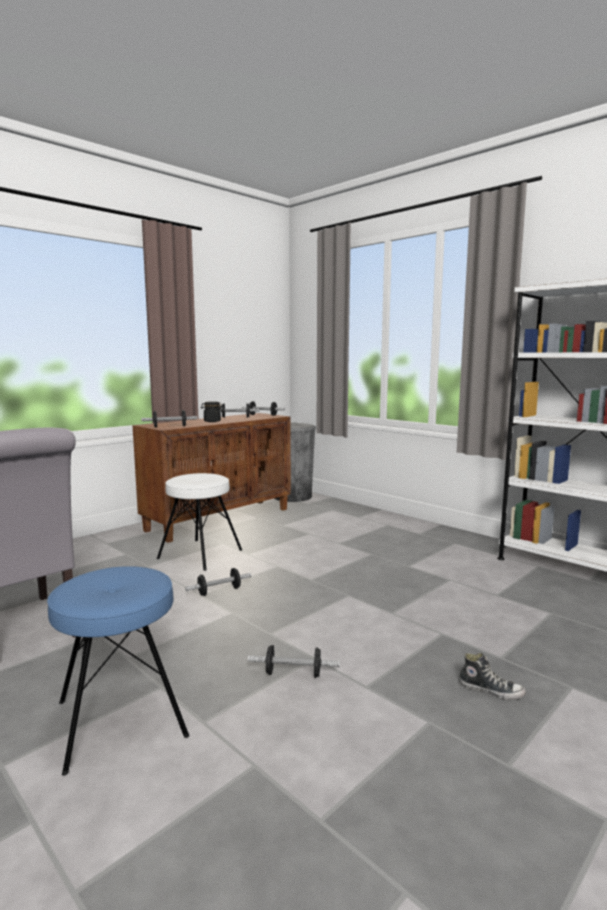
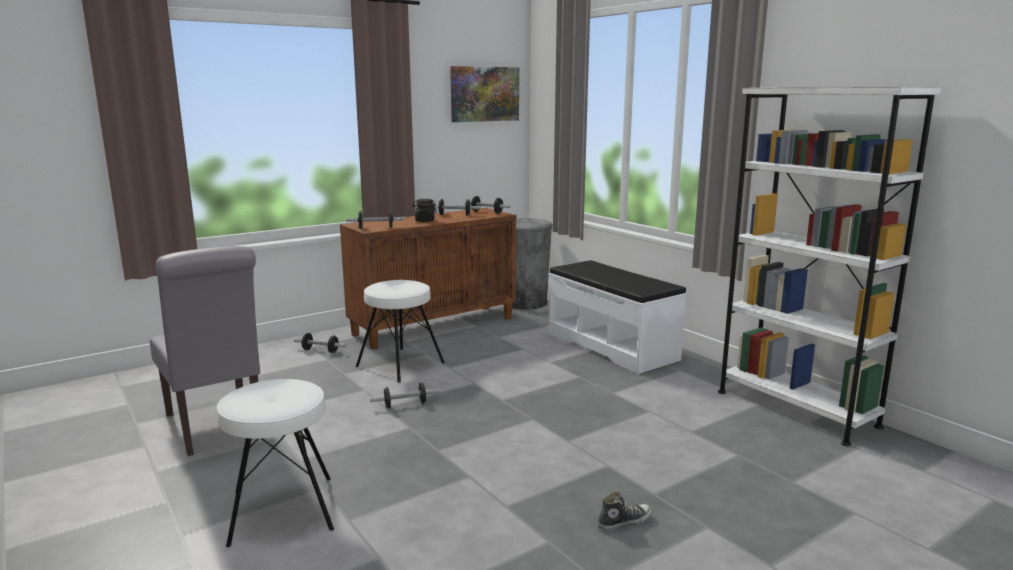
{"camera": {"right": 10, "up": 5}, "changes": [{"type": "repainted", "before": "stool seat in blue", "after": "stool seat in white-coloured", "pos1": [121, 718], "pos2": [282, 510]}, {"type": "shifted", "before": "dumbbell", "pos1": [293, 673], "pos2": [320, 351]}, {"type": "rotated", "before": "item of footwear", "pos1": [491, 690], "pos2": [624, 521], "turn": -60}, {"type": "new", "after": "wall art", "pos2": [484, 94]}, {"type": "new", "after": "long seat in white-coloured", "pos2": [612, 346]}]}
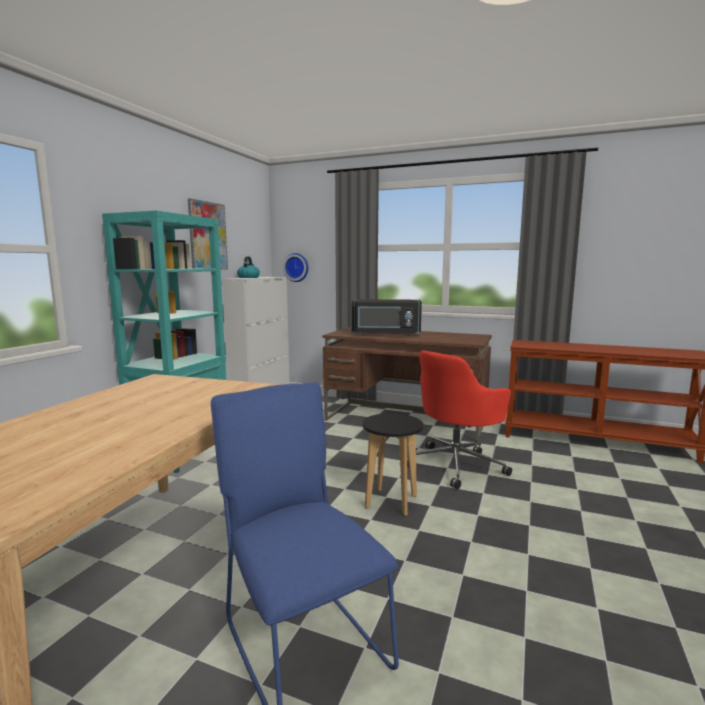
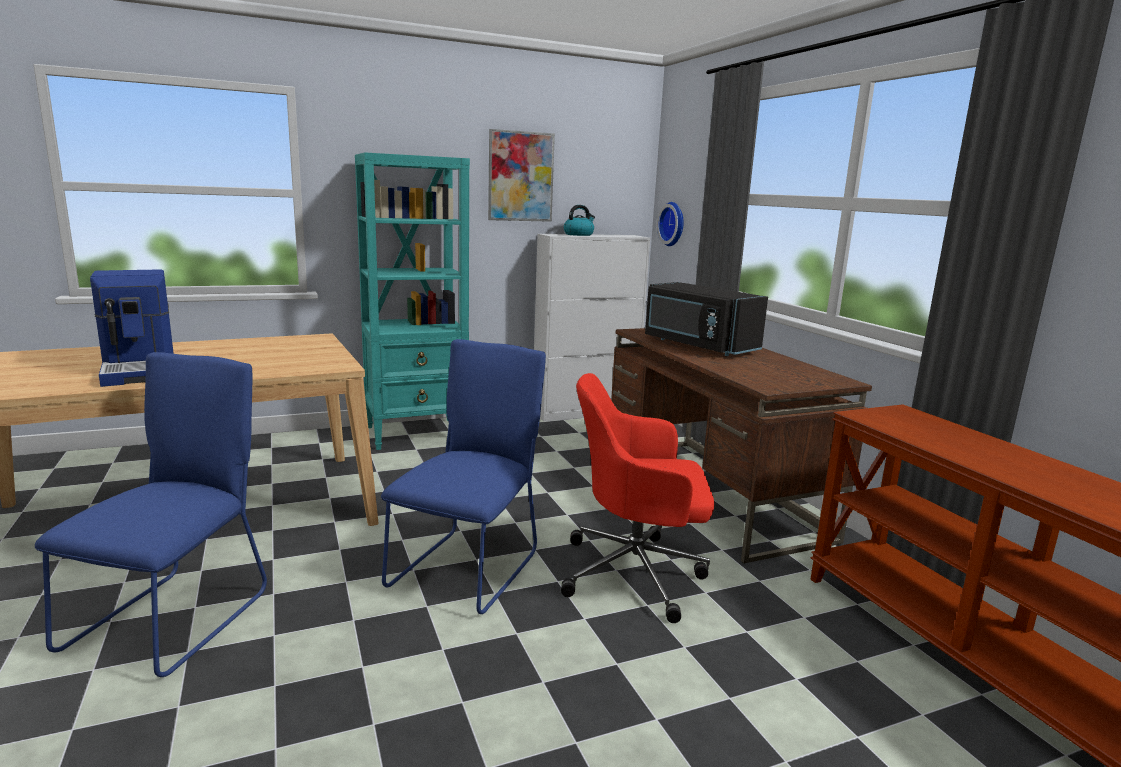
{"camera": {"right": 45, "up": 5}, "changes": [{"type": "swapped", "before": "stool seat in black-coloured", "after": "upright chair in blue", "pos1": [391, 501], "pos2": [469, 566]}, {"type": "new", "after": "coffee maker", "pos2": [142, 369]}]}
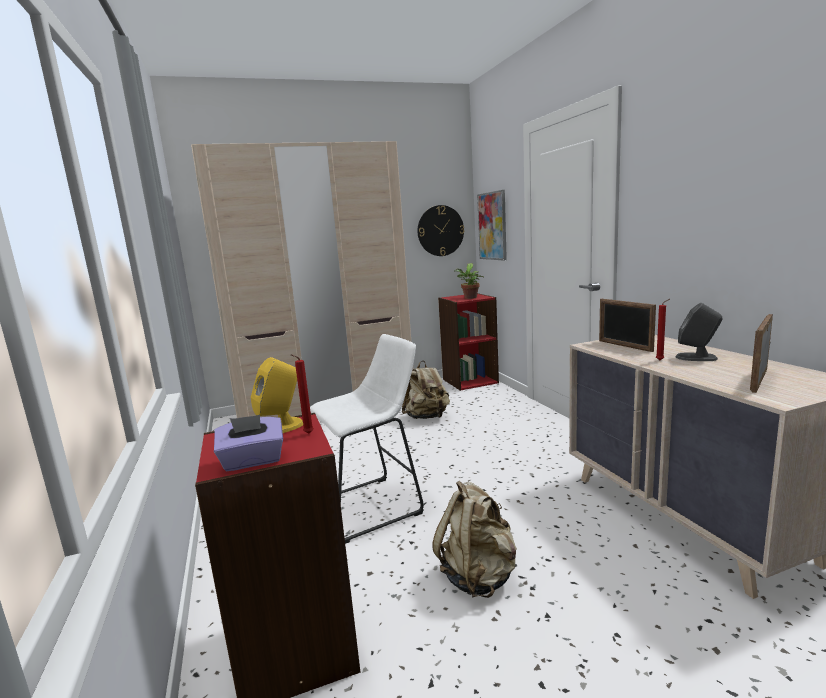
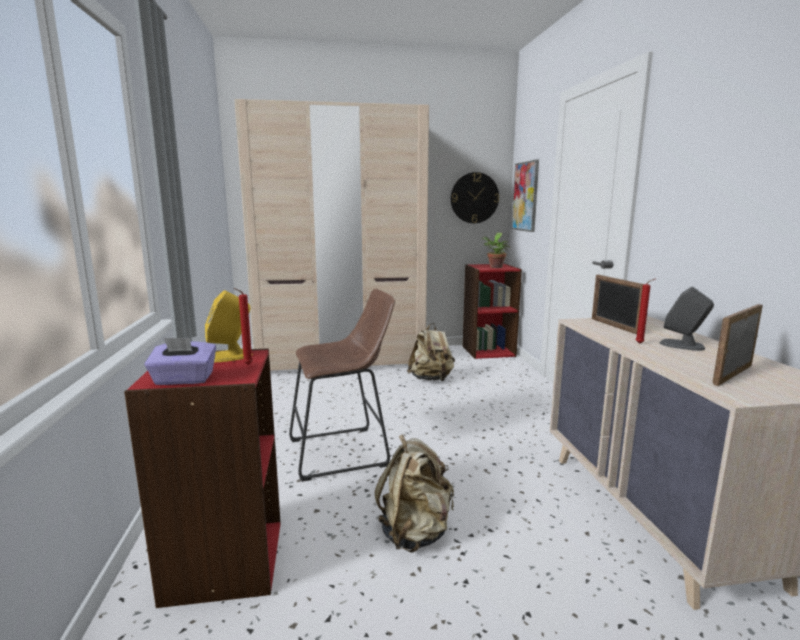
{"camera": {"right": 10, "up": 0}, "changes": [{"type": "repainted", "before": "stool seat in white-coloured", "after": "stool seat in brownish", "pos1": [372, 506], "pos2": [344, 452]}]}
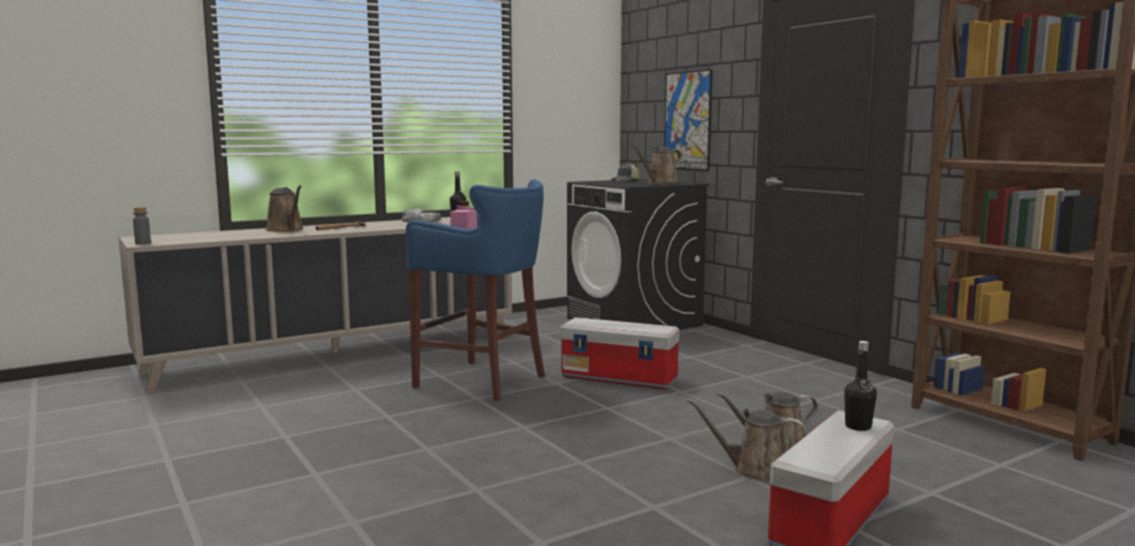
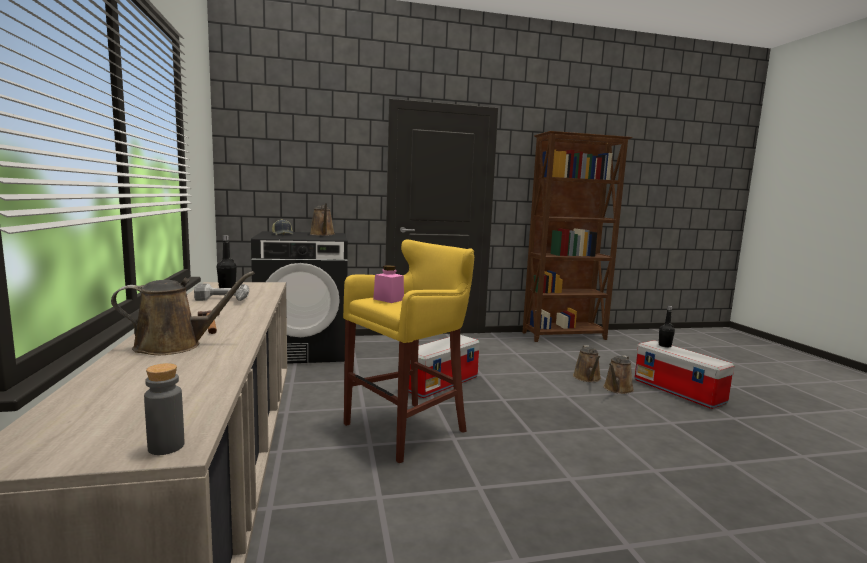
{"camera": {"right": -70, "up": 0}, "changes": [{"type": "repainted", "before": "stool seat in blue", "after": "stool seat in yellow", "pos1": [484, 381], "pos2": [408, 428]}, {"type": "gone", "before": "wall art", "pos1": [687, 121]}]}
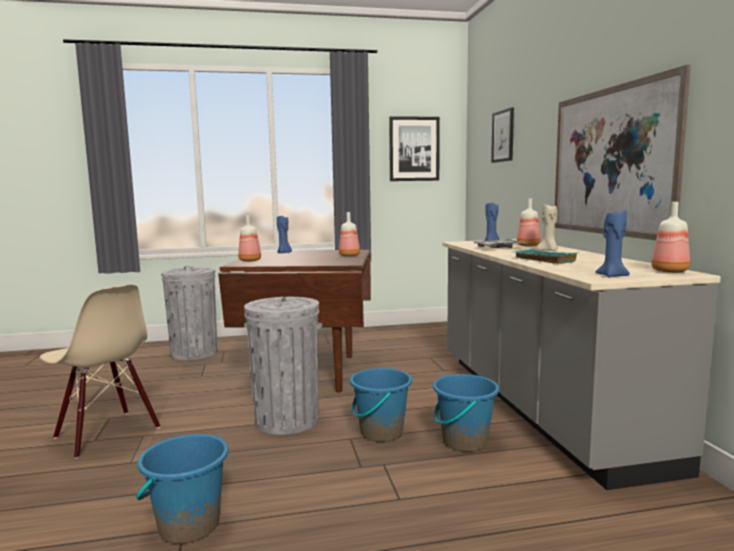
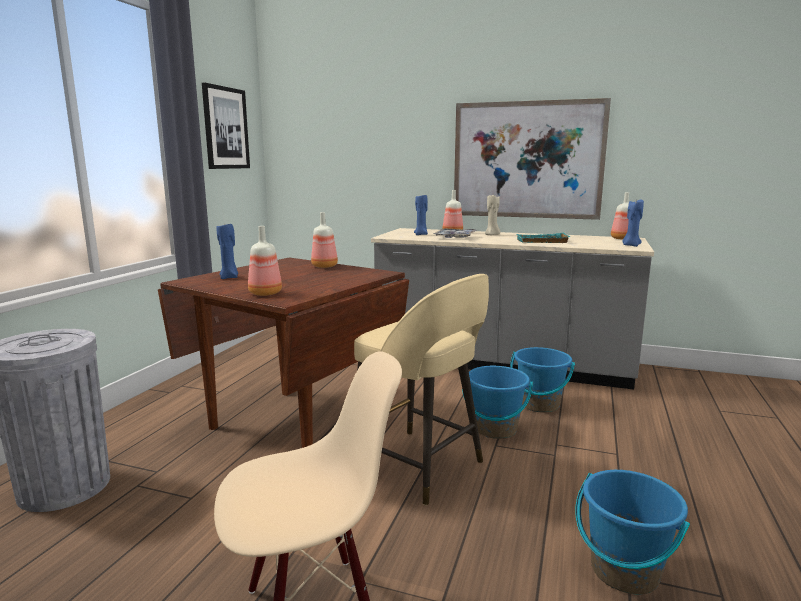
{"camera": {"right": -60, "up": 5}, "changes": [{"type": "swapped", "before": "waste bin in gray", "after": "stool seat in beige-coloured", "pos1": [286, 420], "pos2": [420, 466]}, {"type": "gone", "before": "wall art", "pos1": [503, 136]}]}
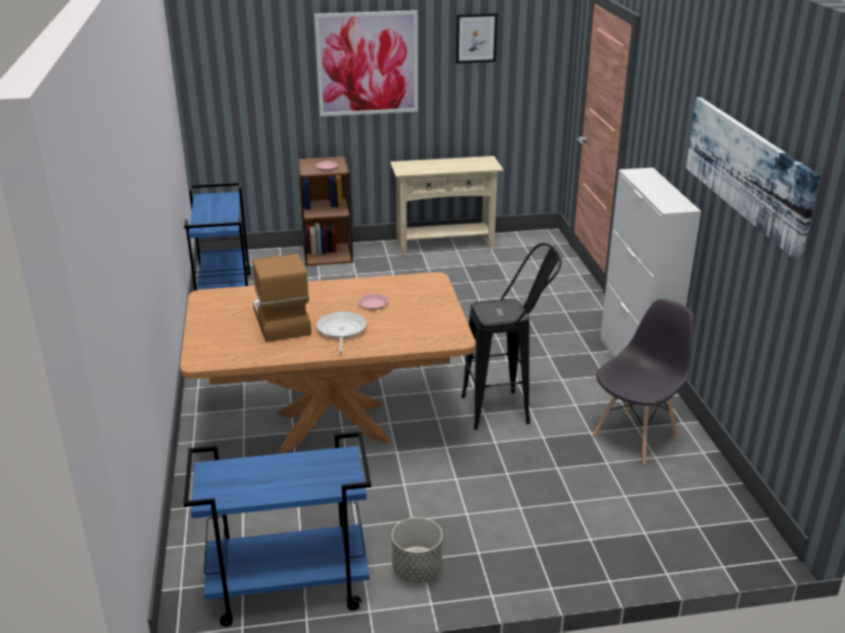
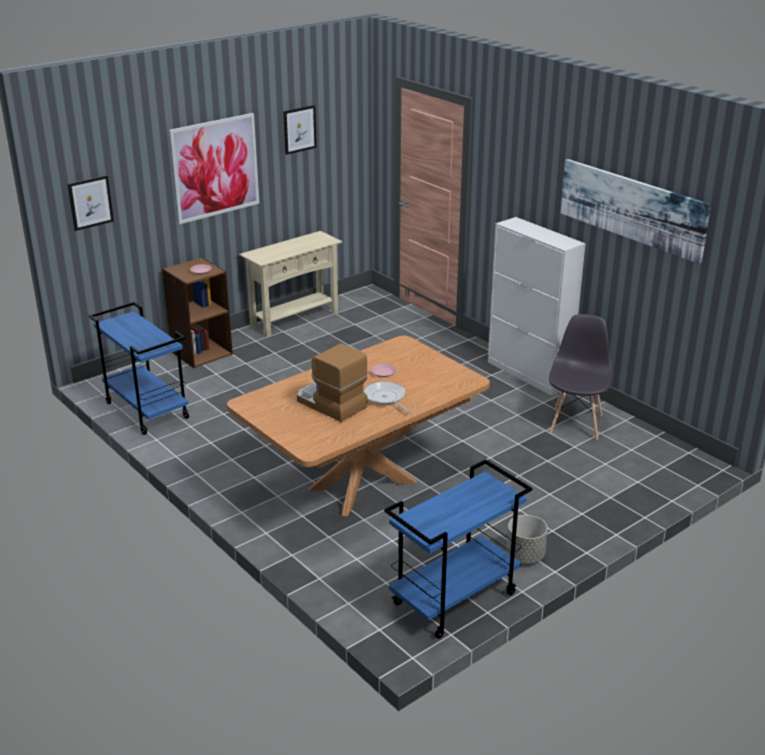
{"camera": {"right": -30, "up": 0}, "changes": [{"type": "gone", "before": "stool seat in black-coloured", "pos1": [507, 409]}, {"type": "new", "after": "wall art", "pos2": [90, 202]}]}
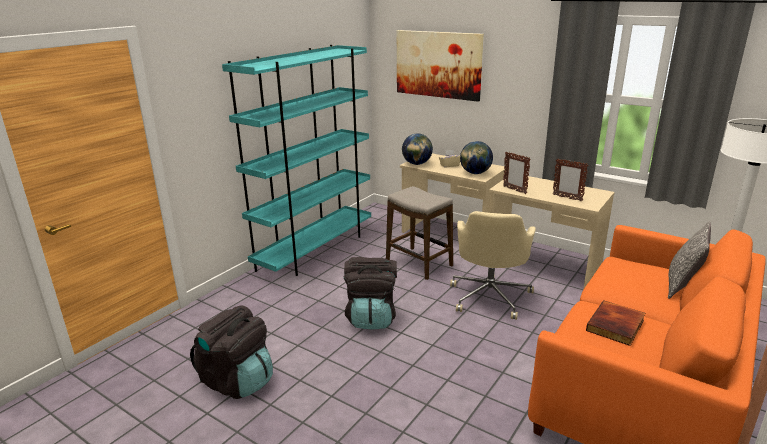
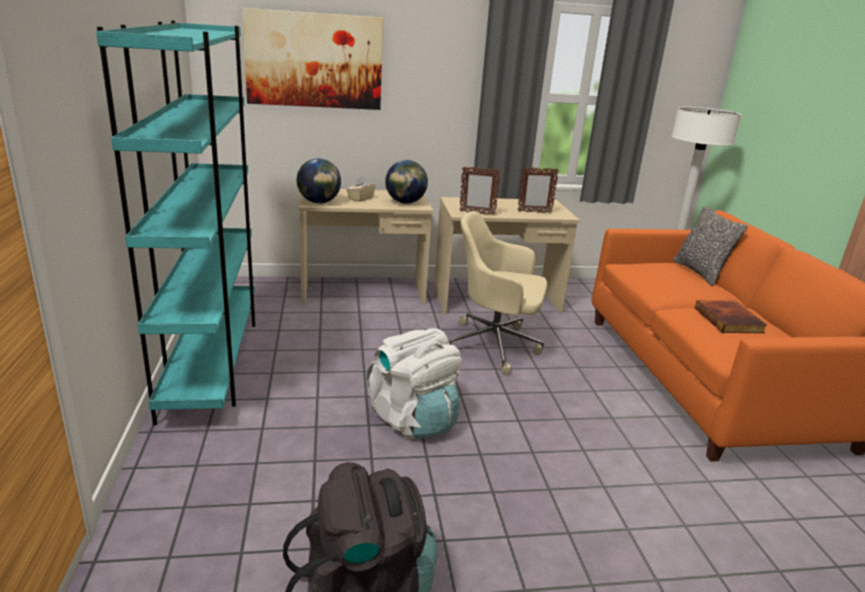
{"camera": {"right": -45, "up": 0}, "changes": [{"type": "repainted", "before": "backpack in black-coloured", "after": "backpack in white-coloured", "pos1": [372, 317], "pos2": [413, 419]}, {"type": "gone", "before": "stool seat", "pos1": [419, 263]}, {"type": "rotated", "before": "computer chair in beige-coloured", "pos1": [490, 296], "pos2": [495, 346], "turn": 135}]}
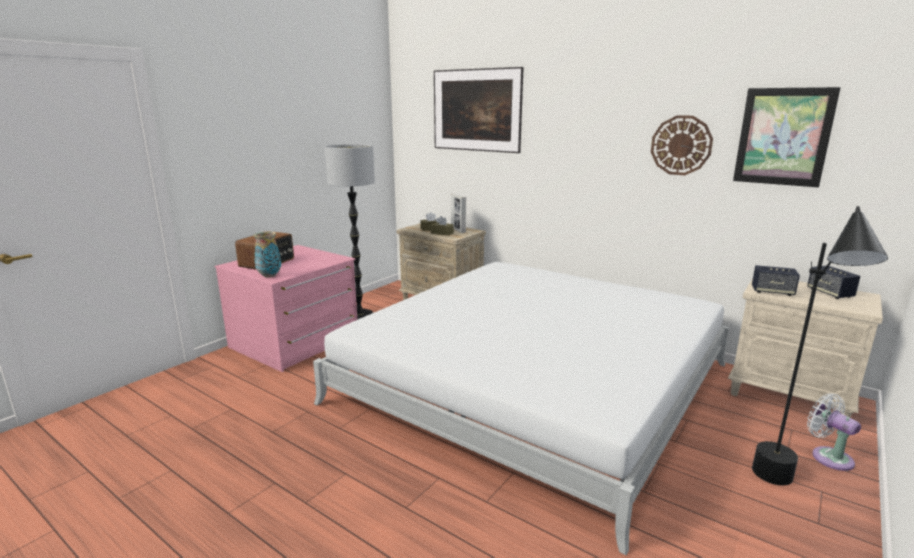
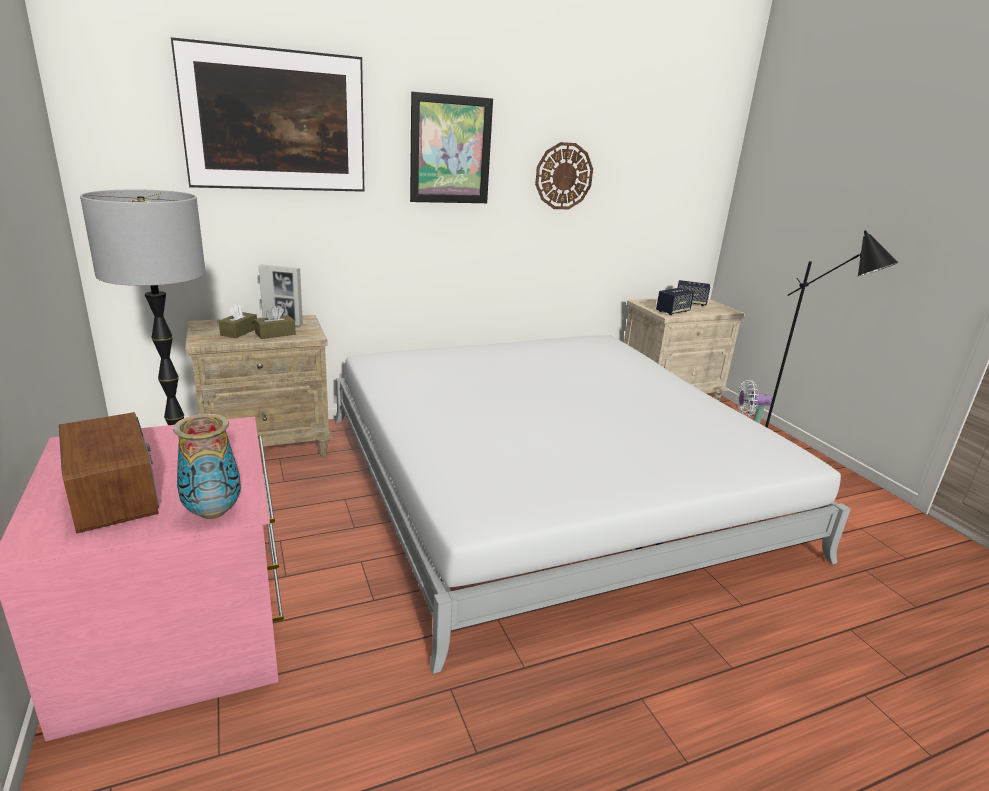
{"camera": {"right": -60, "up": 5}, "changes": [{"type": "shifted", "before": "wall art", "pos1": [783, 137], "pos2": [450, 150]}]}
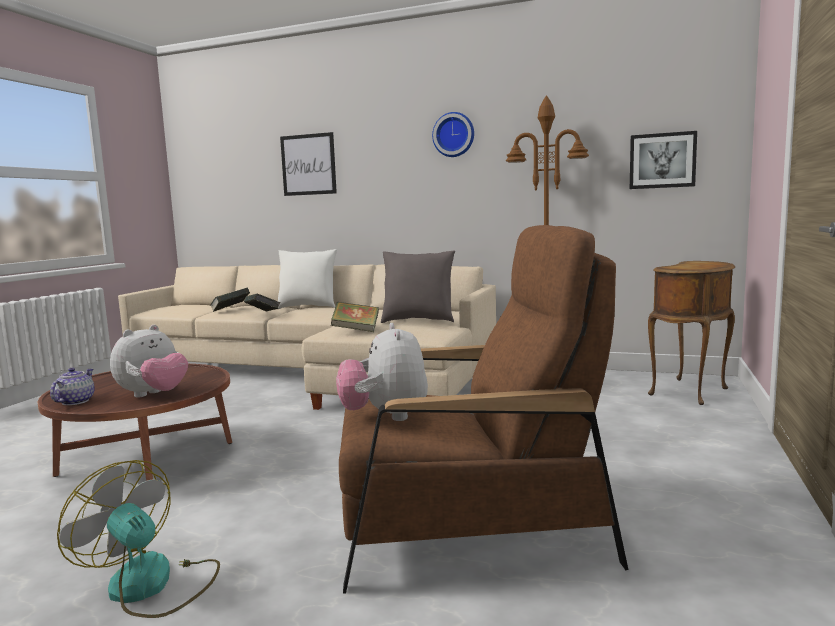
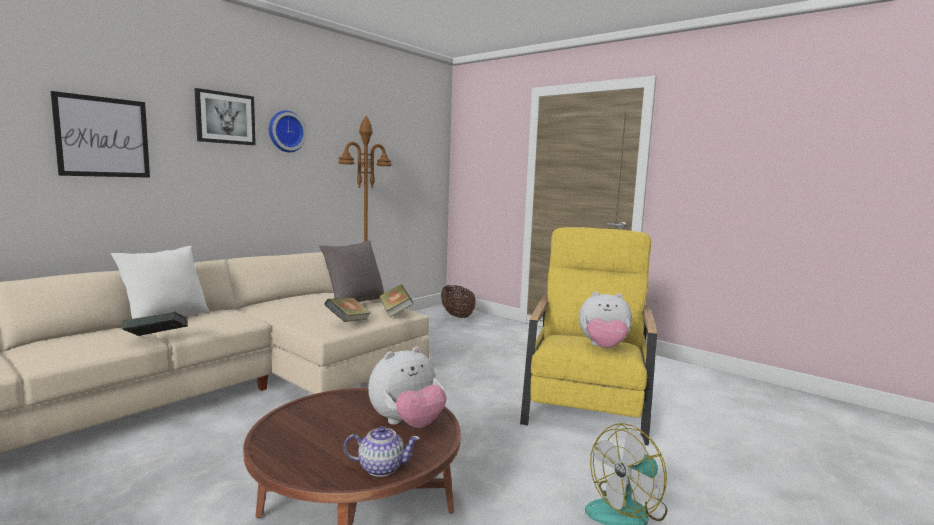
{"camera": {"right": -70, "up": 0}, "changes": [{"type": "rotated", "before": "teapot", "pos1": [75, 401], "pos2": [381, 467], "turn": 150}, {"type": "rotated", "before": "cuddly toy", "pos1": [153, 395], "pos2": [407, 424], "turn": 90}, {"type": "shifted", "before": "volume", "pos1": [230, 310], "pos2": [395, 312]}, {"type": "repainted", "before": "lounge chair in brownish", "after": "lounge chair in yellow", "pos1": [468, 525], "pos2": [587, 401]}, {"type": "shifted", "before": "wall art", "pos1": [662, 160], "pos2": [225, 118]}, {"type": "swapped", "before": "side table in brownish", "after": "household basket", "pos1": [691, 392], "pos2": [457, 316]}]}
